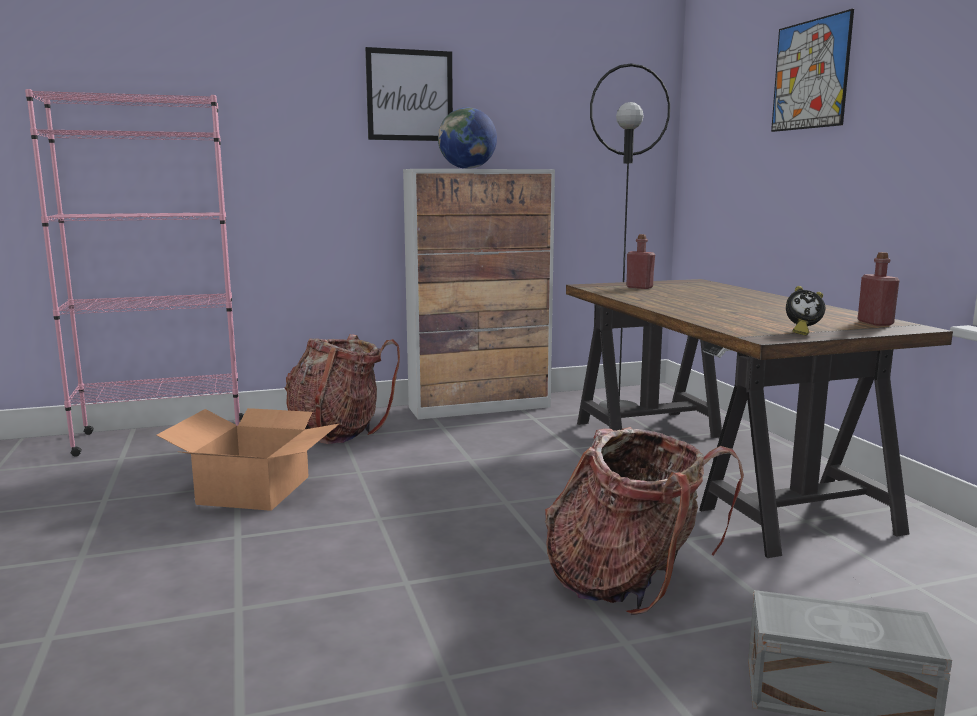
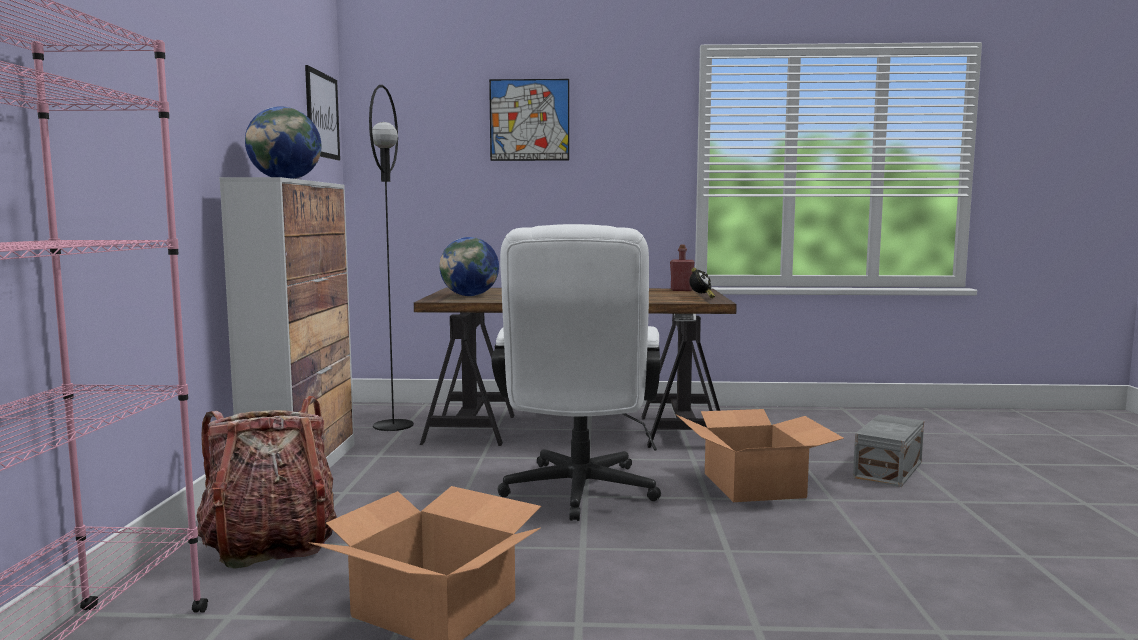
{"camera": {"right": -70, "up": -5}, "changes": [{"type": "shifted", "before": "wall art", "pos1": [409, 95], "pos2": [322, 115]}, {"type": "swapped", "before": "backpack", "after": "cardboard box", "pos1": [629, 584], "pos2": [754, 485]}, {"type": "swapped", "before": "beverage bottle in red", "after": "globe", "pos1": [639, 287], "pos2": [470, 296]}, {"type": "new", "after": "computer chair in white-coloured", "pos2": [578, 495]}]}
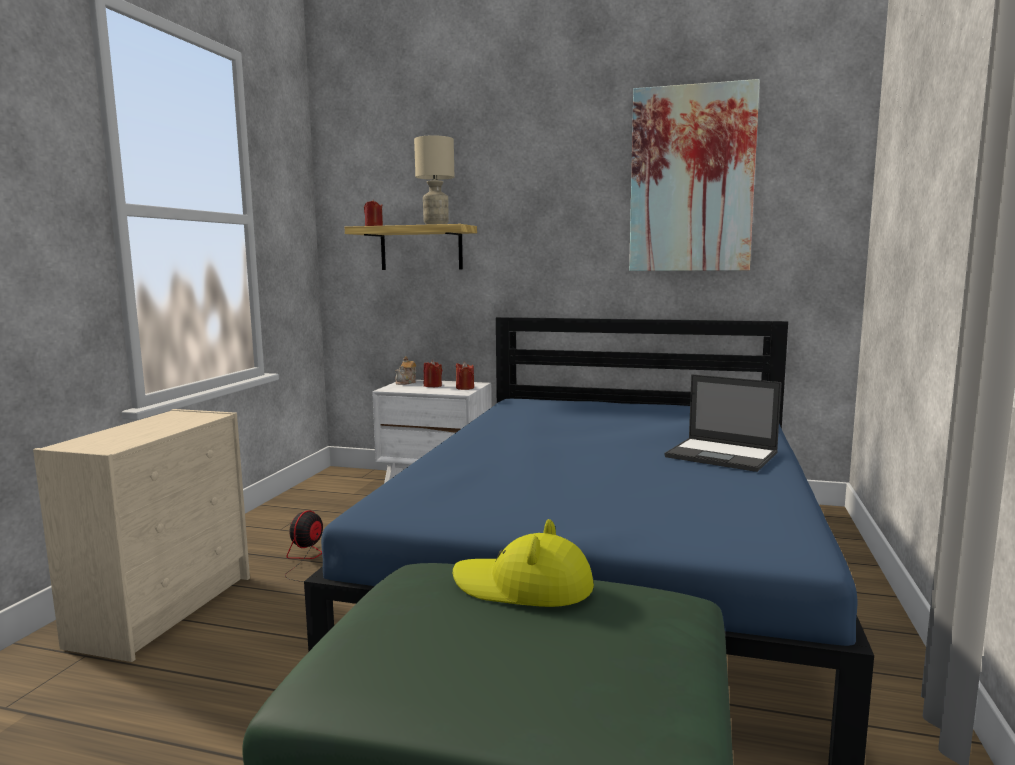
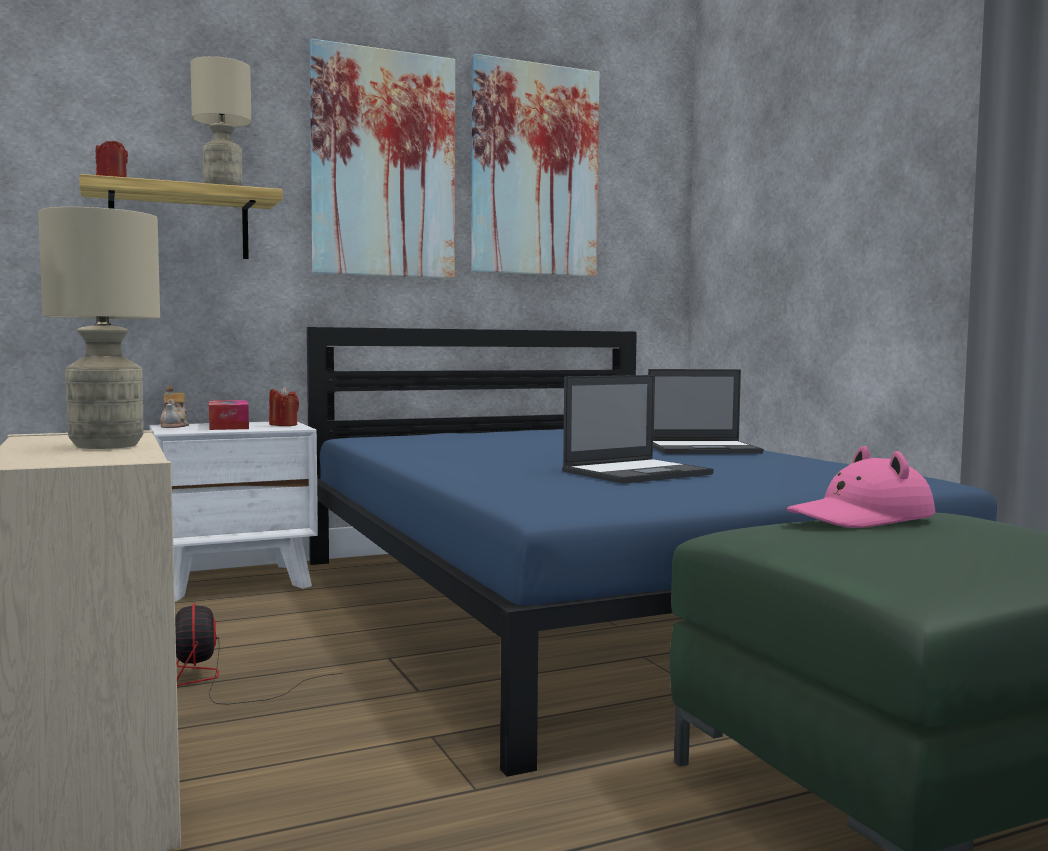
{"camera": {"right": -40, "up": -5}, "changes": [{"type": "swapped", "before": "candle in red", "after": "tissue holder", "pos1": [432, 386], "pos2": [228, 426]}, {"type": "repainted", "before": "hat in yellow", "after": "hat in pinkish", "pos1": [523, 587], "pos2": [861, 518]}, {"type": "new", "after": "tabletop lamp in beige-coloured", "pos2": [107, 445]}, {"type": "new", "after": "wall art", "pos2": [383, 164]}, {"type": "new", "after": "portable computer", "pos2": [638, 472]}]}
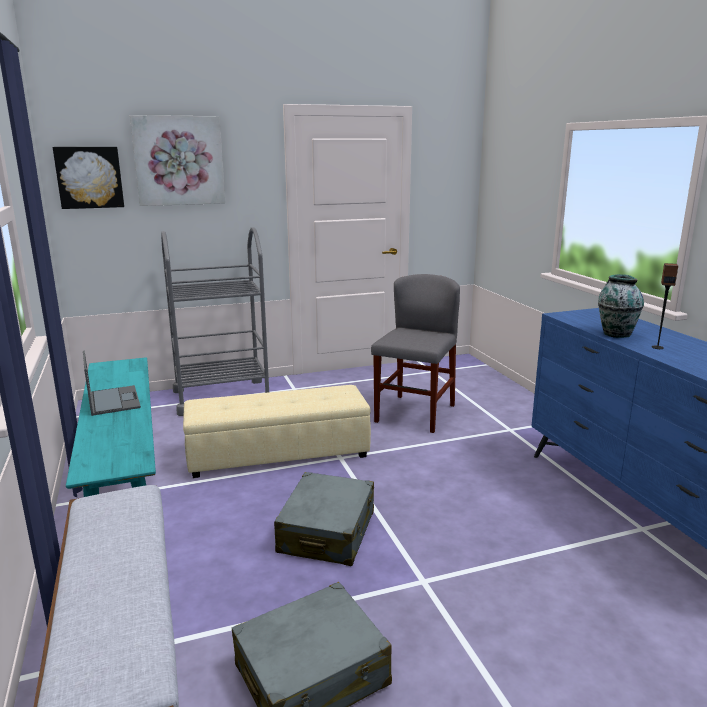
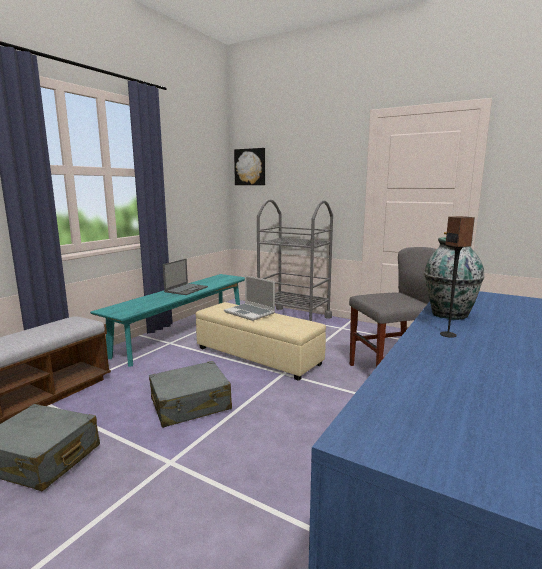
{"camera": {"right": 50, "up": -5}, "changes": [{"type": "gone", "before": "wall art", "pos1": [179, 161]}, {"type": "new", "after": "portable computer", "pos2": [250, 313]}]}
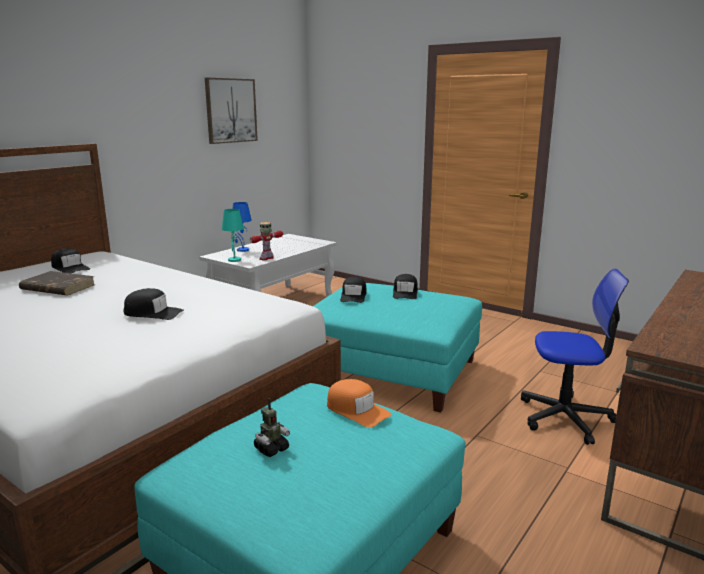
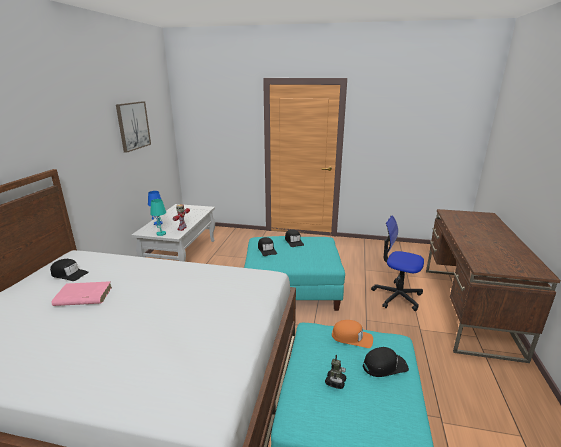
{"camera": {"right": -25, "up": 5}, "changes": [{"type": "repainted", "before": "volume in brownish", "after": "volume in pinkish", "pos1": [57, 287], "pos2": [83, 296]}, {"type": "shifted", "before": "peaked cap in black-coloured", "pos1": [153, 313], "pos2": [384, 366]}, {"type": "rotated", "before": "computer chair", "pos1": [565, 417], "pos2": [397, 296], "turn": -135}]}
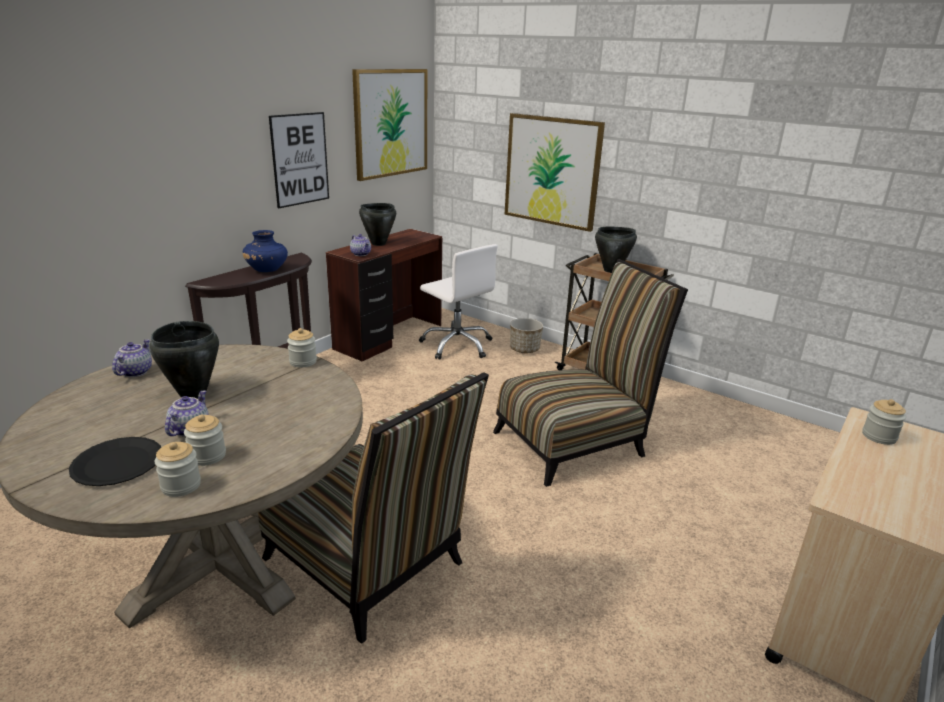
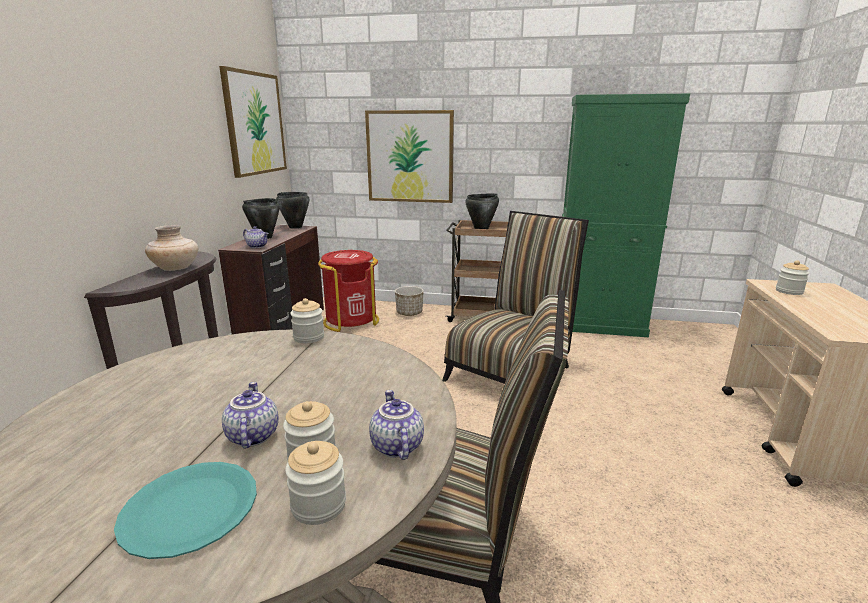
{"camera": {"right": -25, "up": -5}, "changes": [{"type": "repainted", "before": "flat dish in black-coloured", "after": "flat dish in turquoise", "pos1": [117, 463], "pos2": [190, 509]}, {"type": "shifted", "before": "teapot", "pos1": [135, 372], "pos2": [395, 446]}, {"type": "shifted", "before": "stockpot in black-coloured", "pos1": [192, 393], "pos2": [295, 227]}, {"type": "repainted", "before": "decorative vase in blue", "after": "decorative vase in beige-coloured", "pos1": [267, 270], "pos2": [176, 269]}, {"type": "gone", "before": "wall art", "pos1": [300, 159]}, {"type": "swapped", "before": "computer chair in white-coloured", "after": "waste bin in red", "pos1": [457, 345], "pos2": [351, 321]}, {"type": "new", "after": "cabinet in greenish", "pos2": [598, 325]}]}
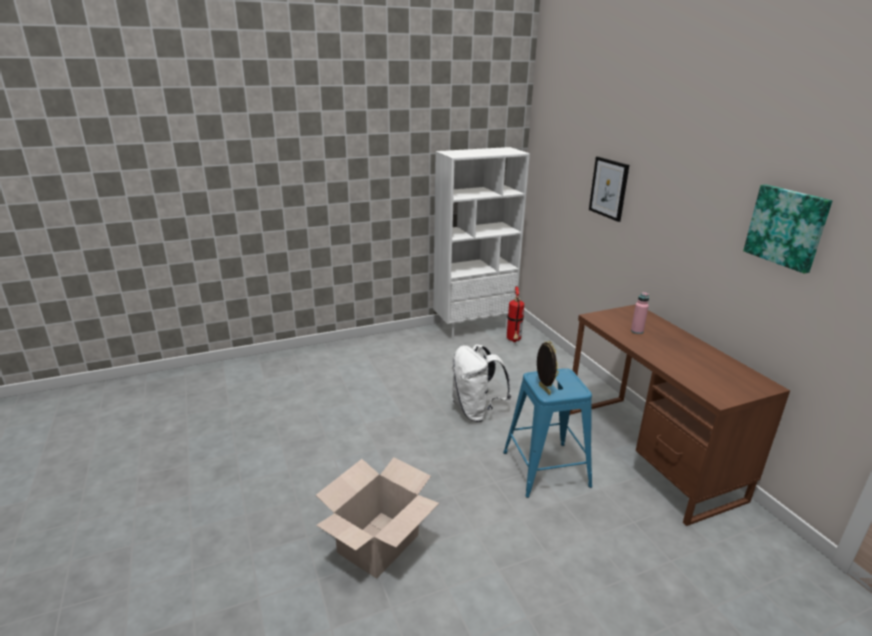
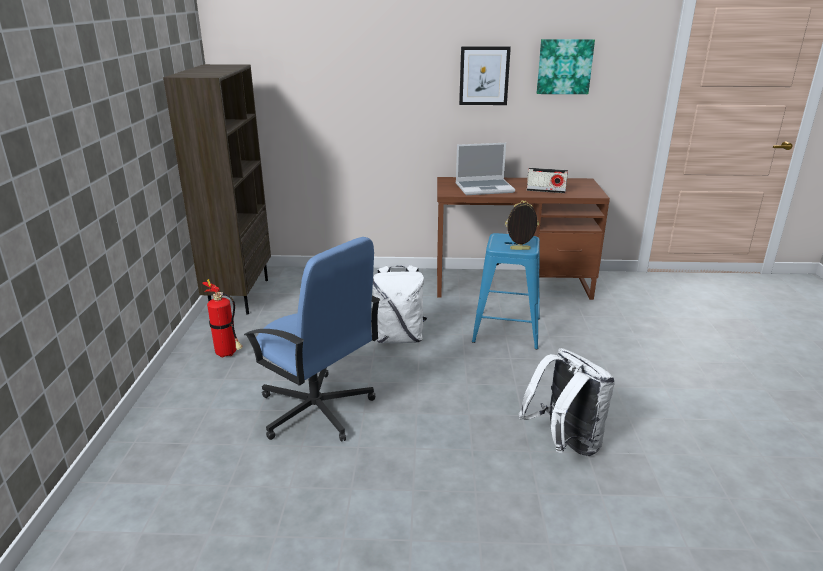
{"camera": {"right": -65, "up": 0}, "changes": [{"type": "swapped", "before": "cardboard box", "after": "backpack in white-coloured", "pos1": [378, 543], "pos2": [564, 444]}, {"type": "repainted", "before": "bookshelf in white-coloured", "after": "bookshelf in brownish", "pos1": [474, 327], "pos2": [239, 295]}, {"type": "shifted", "before": "fire extinguisher", "pos1": [513, 340], "pos2": [228, 354]}, {"type": "shifted", "before": "wall art", "pos1": [609, 188], "pos2": [484, 76]}, {"type": "swapped", "before": "beverage bottle in pinkish", "after": "portable computer", "pos1": [637, 331], "pos2": [485, 188]}, {"type": "new", "after": "computer chair in blue", "pos2": [316, 410]}, {"type": "new", "after": "radio set", "pos2": [546, 191]}]}
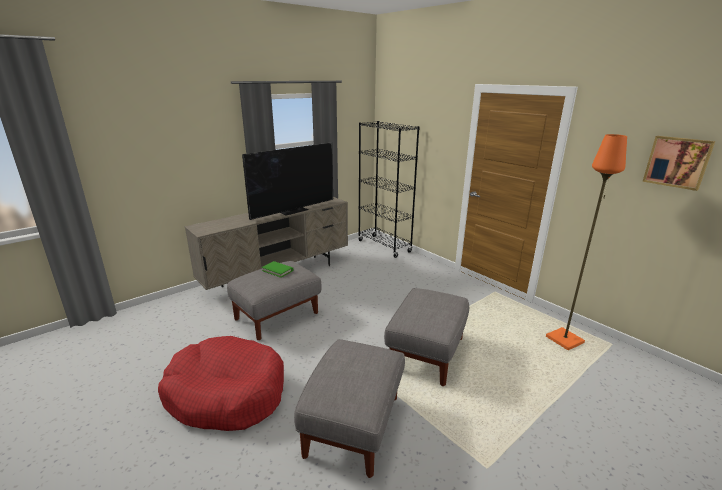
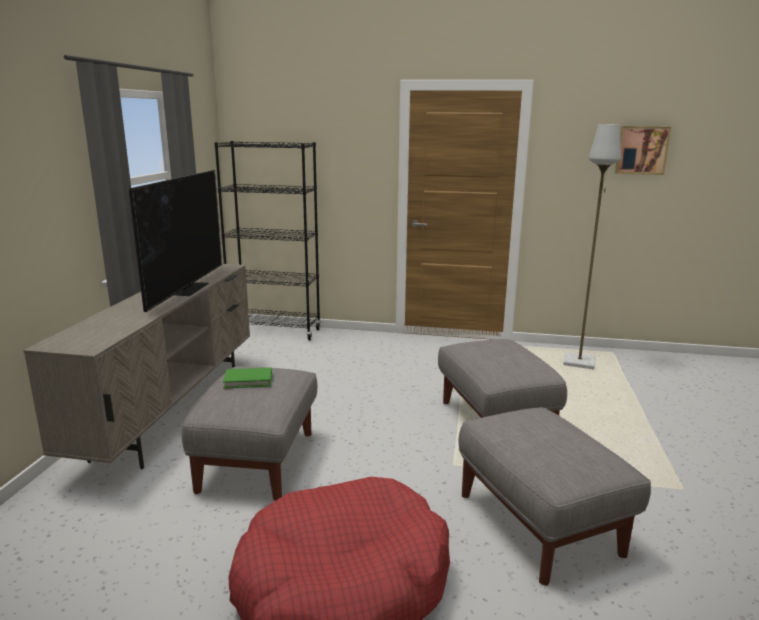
{"camera": {"right": -40, "up": -5}, "changes": [{"type": "repainted", "before": "floor lamp in orange", "after": "floor lamp in gray", "pos1": [565, 340], "pos2": [579, 362]}]}
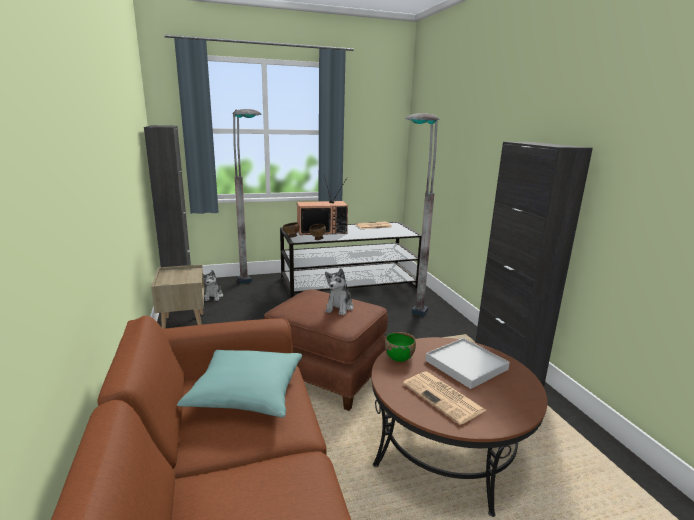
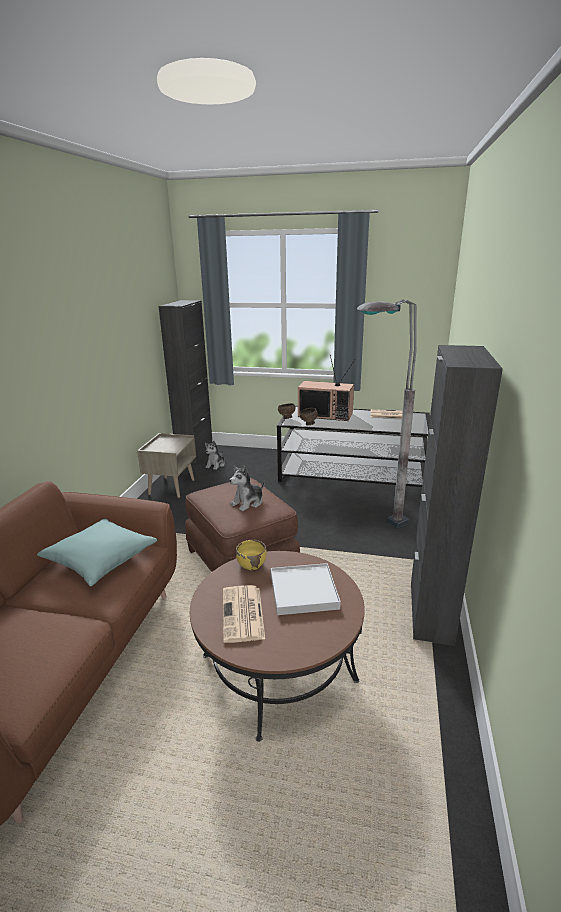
{"camera": {"right": 30, "up": 5}, "changes": [{"type": "gone", "before": "floor lamp in gray", "pos1": [251, 289]}, {"type": "repainted", "before": "serving bowl in greenish", "after": "serving bowl in yellow", "pos1": [399, 357], "pos2": [251, 564]}]}
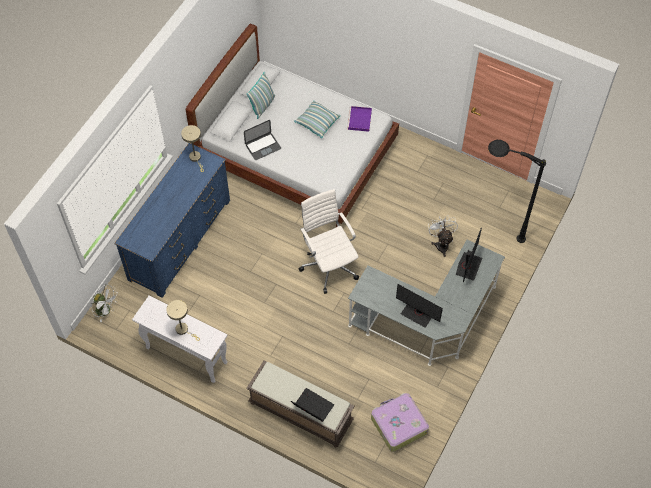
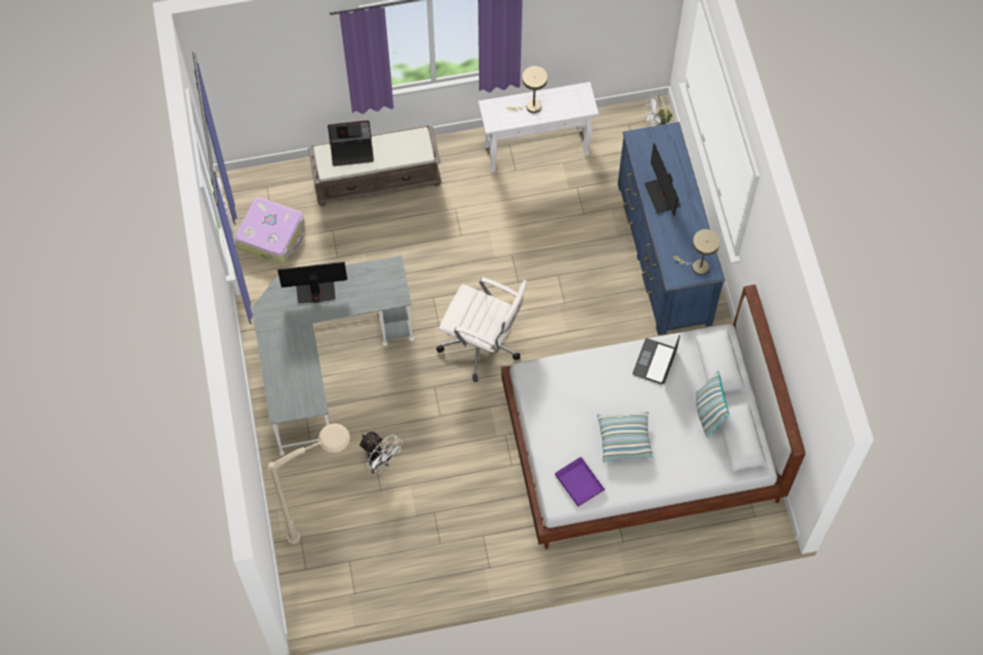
{"camera": {"right": 140, "up": 5}, "changes": [{"type": "shifted", "before": "monitor", "pos1": [468, 266], "pos2": [663, 195]}, {"type": "repainted", "before": "floor lamp in black-coloured", "after": "floor lamp in beige-coloured", "pos1": [492, 231], "pos2": [334, 521]}]}
